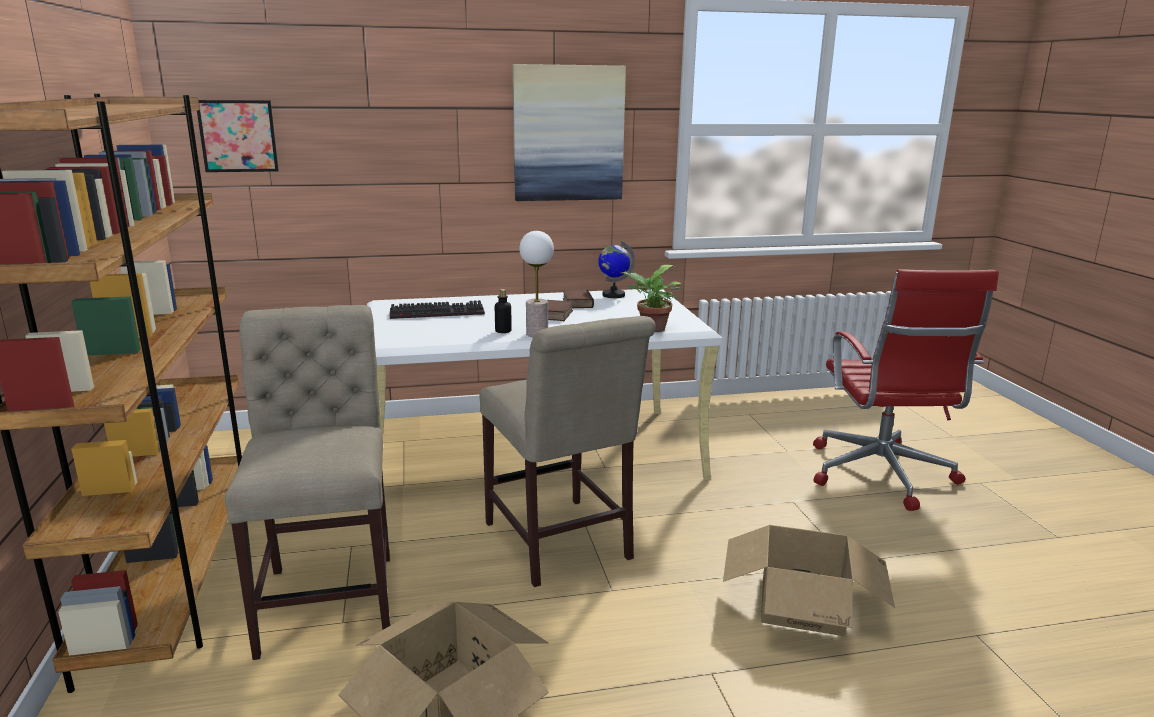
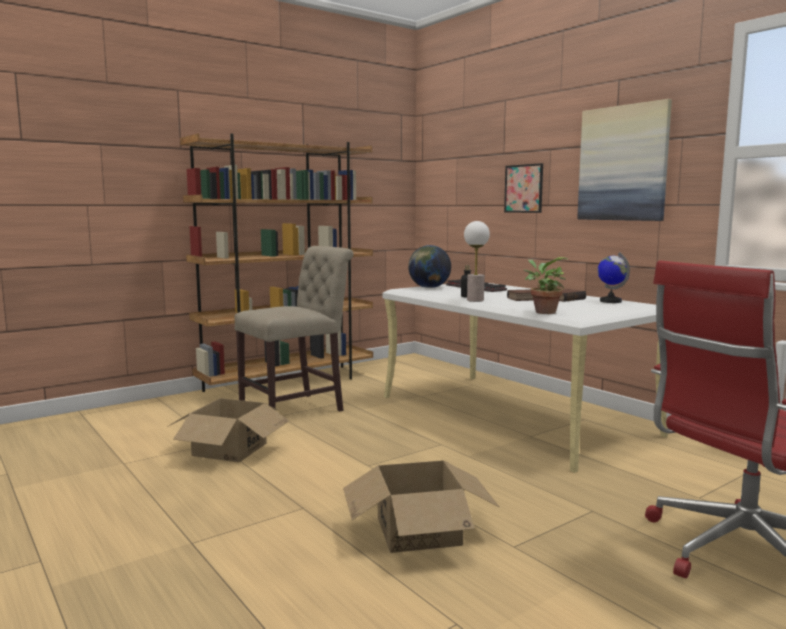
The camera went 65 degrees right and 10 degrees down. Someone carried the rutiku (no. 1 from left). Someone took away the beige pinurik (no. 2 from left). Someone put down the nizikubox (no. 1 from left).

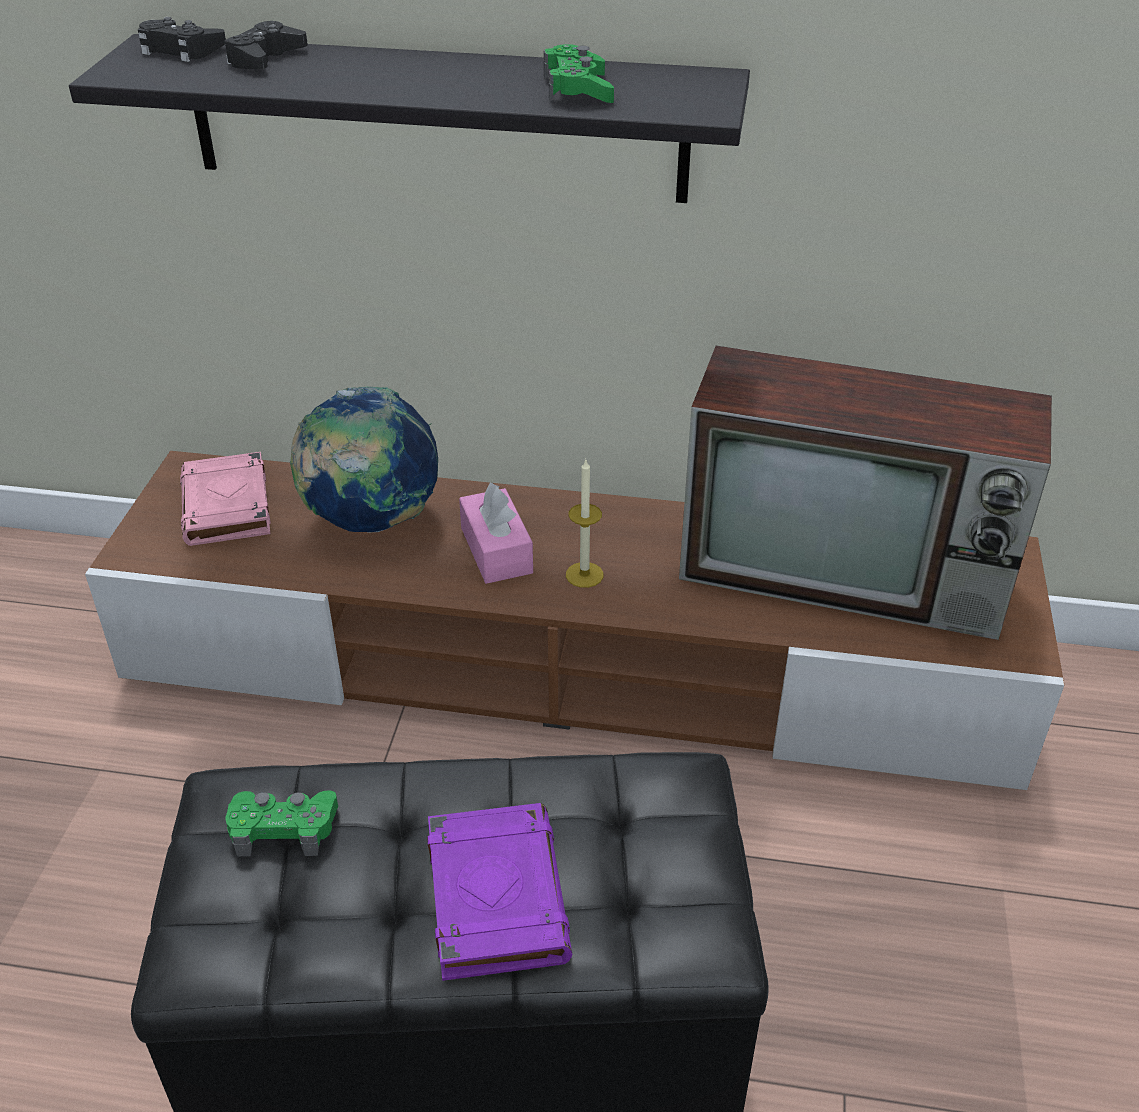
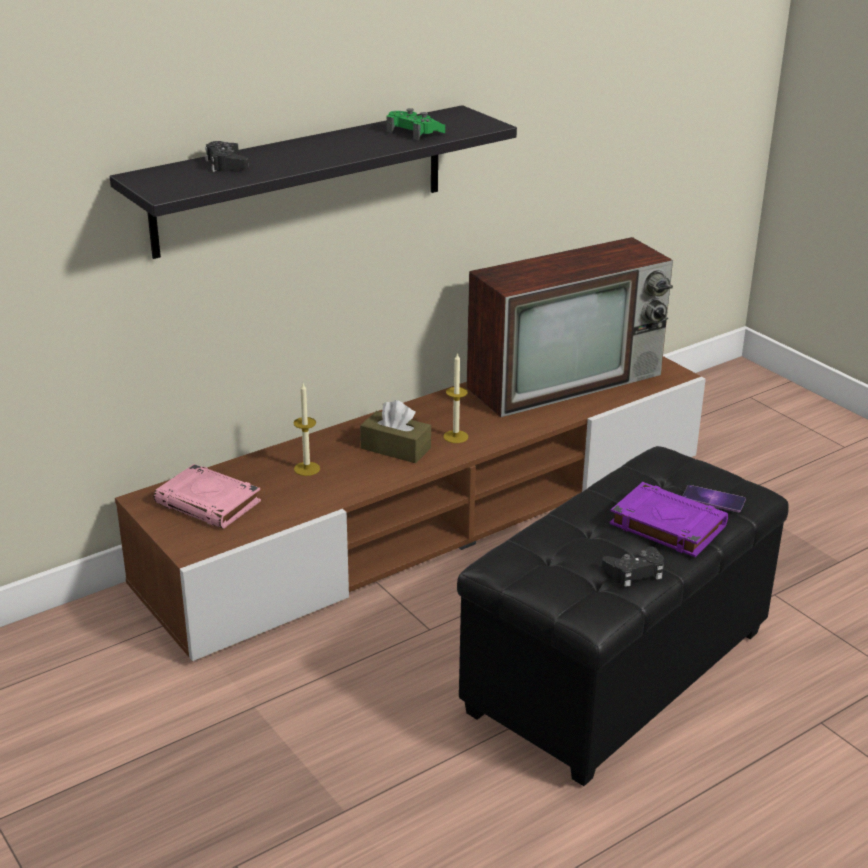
The camera went 45 degrees left and 10 degrees down. Someone carried the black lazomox (no. 1 from left in the first image). Someone took away the green lazomox (no. 1 from left). Someone swapped the nizikubox for the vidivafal (no. 1 from left). Someone repainted the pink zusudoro, which became the brown zusudoro. Someone put down the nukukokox.

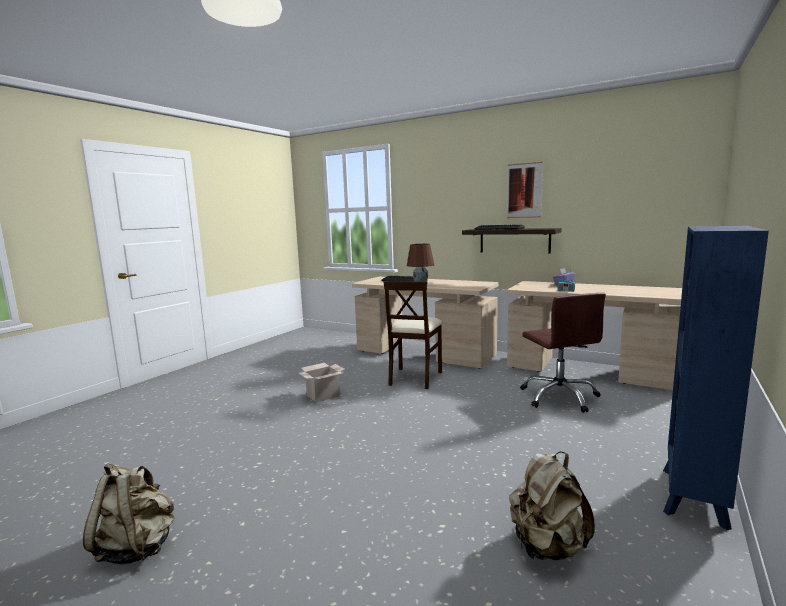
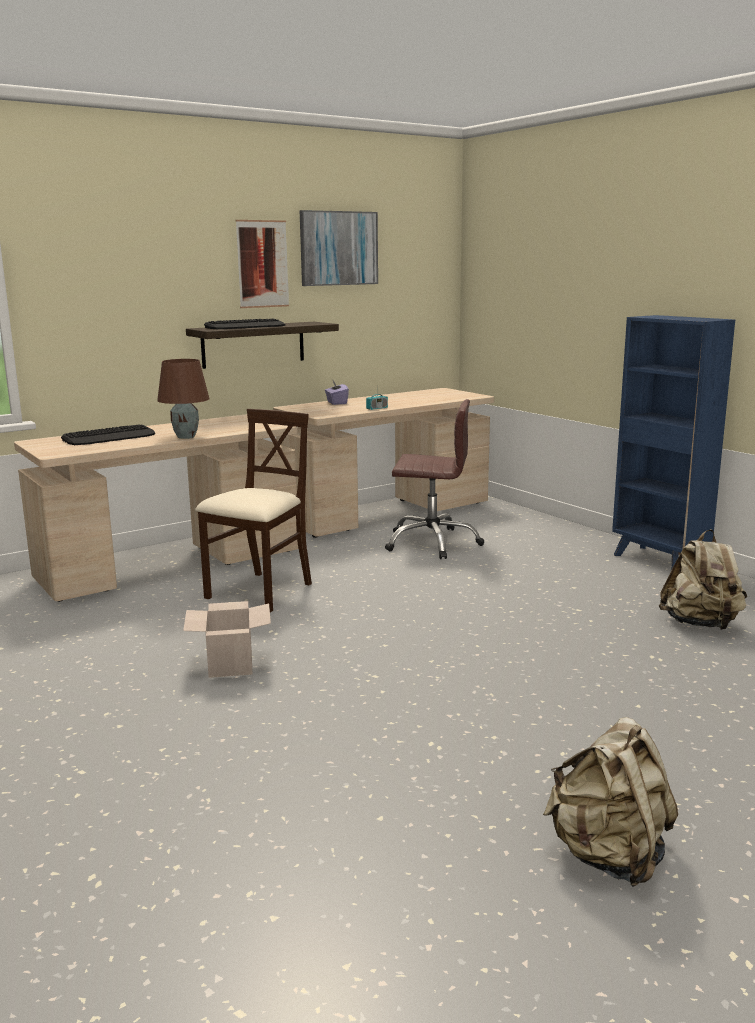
The camera went 65 degrees left and 5 degrees up. Someone rotated the beige pinurik by 105 degrees counterclockwise. Someone put up the rutiku (no. 2 from left).

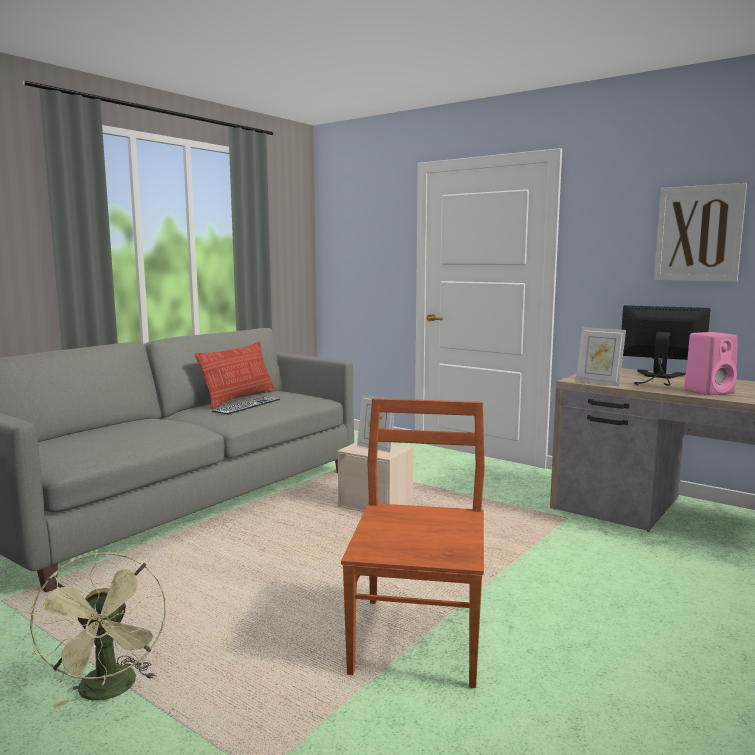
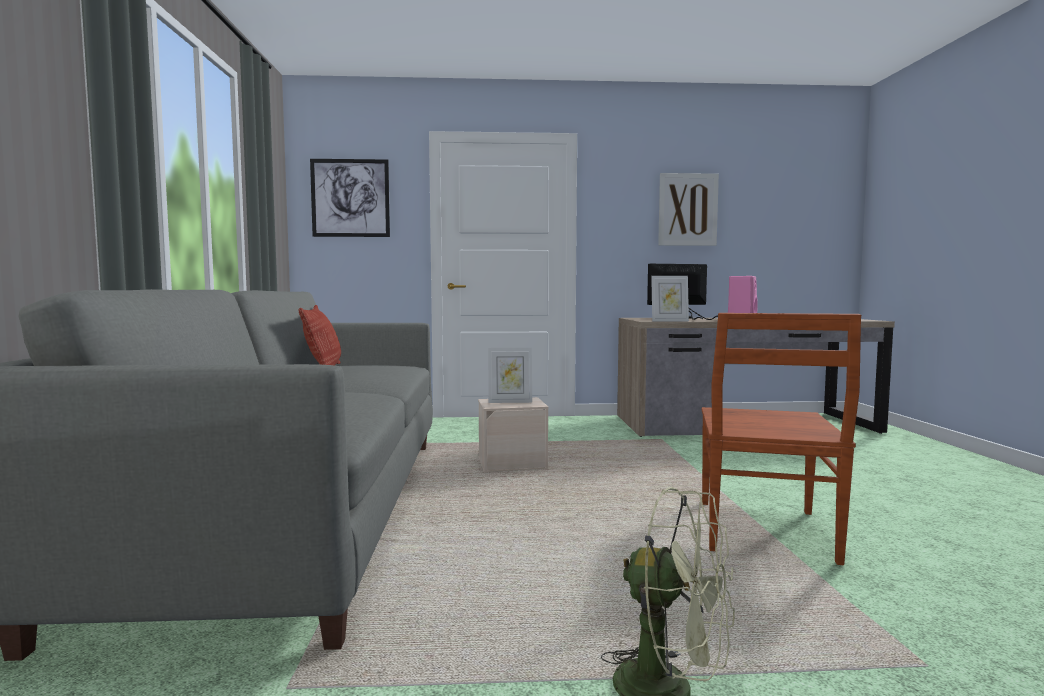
The camera went 40 degrees left and 5 degrees down. Someone took away the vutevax. Someone rotated the brown pinurik by 135 degrees counterclockwise. Someone put up the rutiku (no. 1 from left).

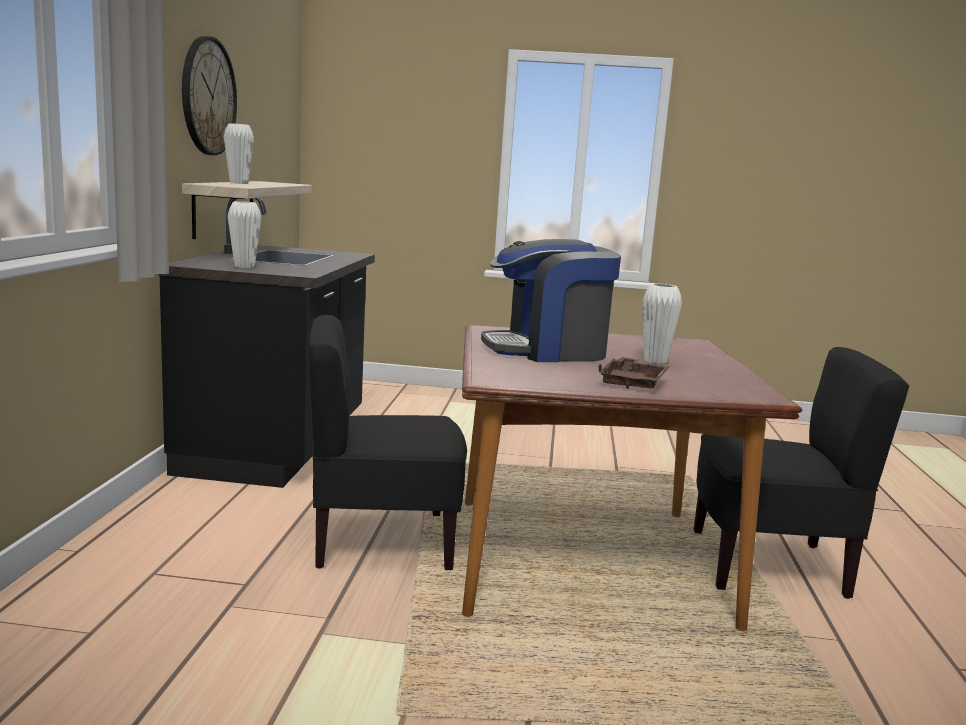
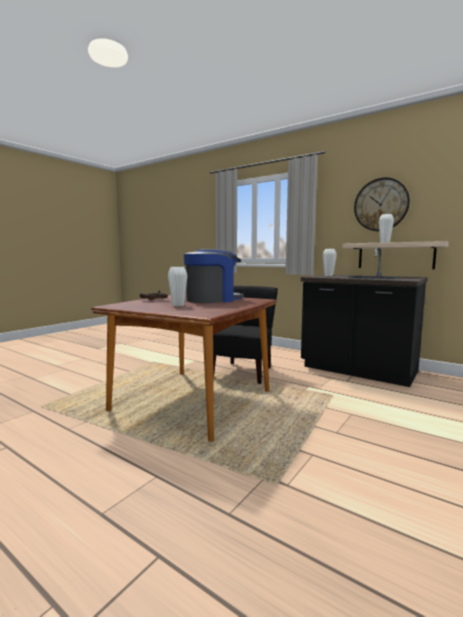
The camera went 120 degrees right and 5 degrees down. Someone rotated the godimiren by 45 degrees clockwise. Someone took away the black pinurik (no. 2 from left).

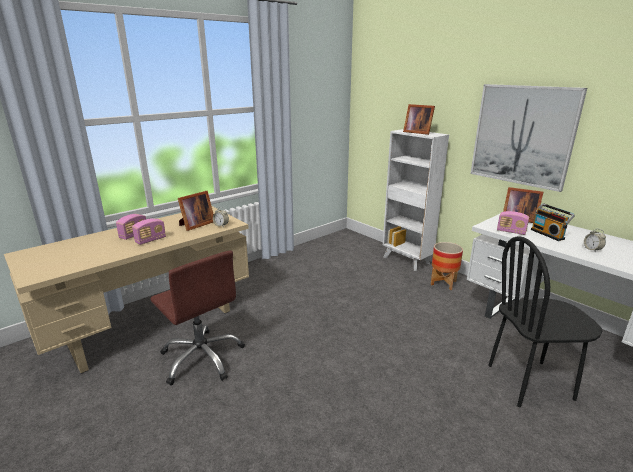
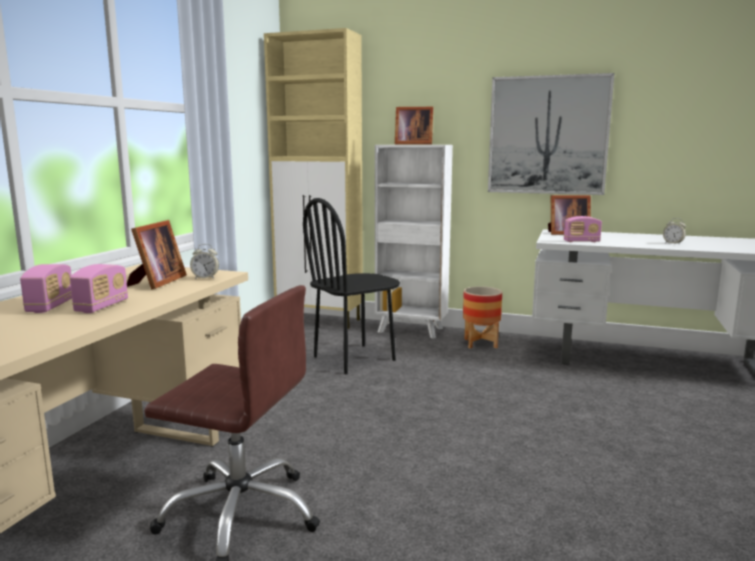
The camera went 30 degrees left and 10 degrees down. Someone carried the black pinurik. Someone took away the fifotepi (no. 4 from left). Someone put down the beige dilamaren.

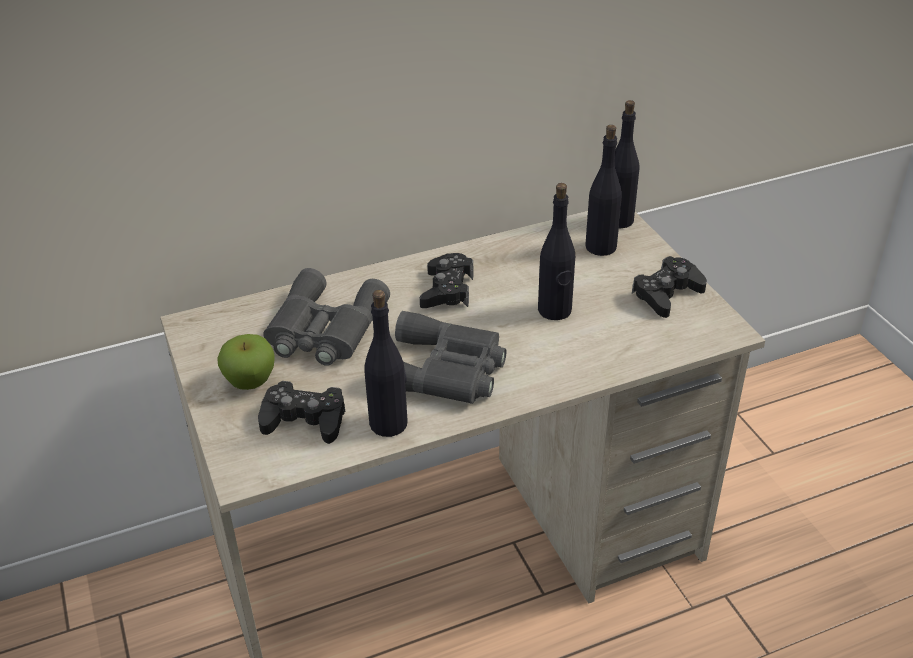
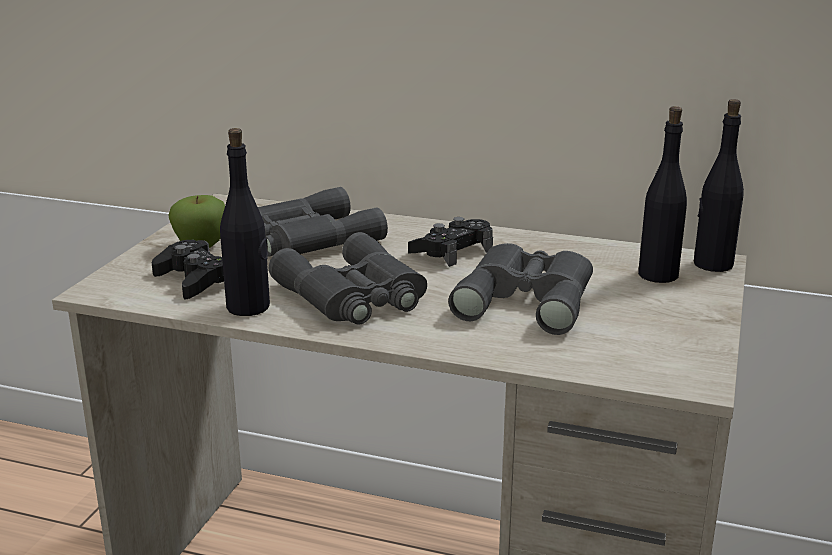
The camera went 40 degrees right and 15 degrees down. Someone swapped the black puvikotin (no. 2 from left) for the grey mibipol (no. 3 from left). Someone took away the black lazomox (no. 3 from left).

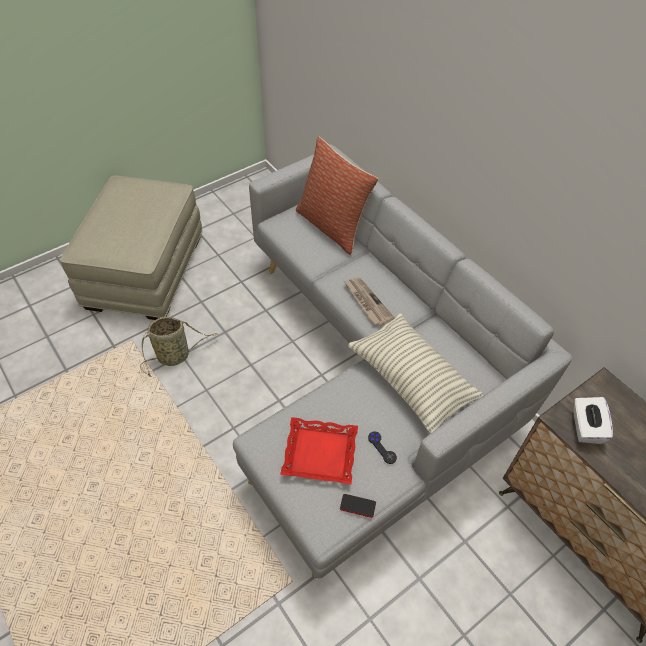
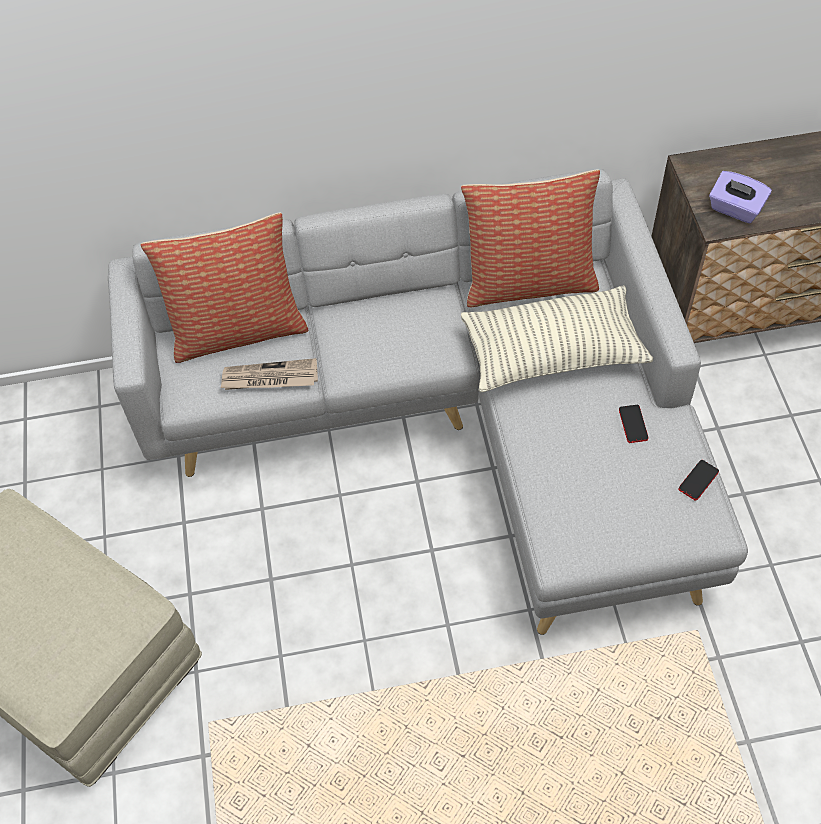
The camera went 60 degrees left and 5 degrees up. Someone took away the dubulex. Someone took away the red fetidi. Someone carried the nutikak. Someone swapped the black lazomox for the nukukokox (no. 1 from left). Someone repainted the white zusudoro, which became the purple zusudoro. Someone put down the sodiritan (no. 2 from left).

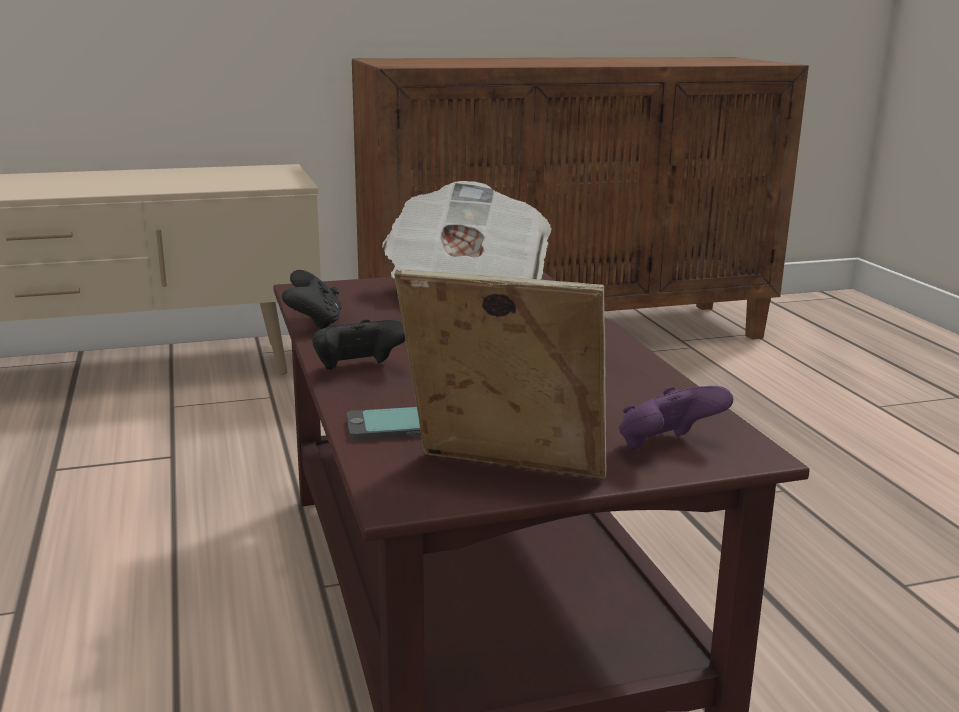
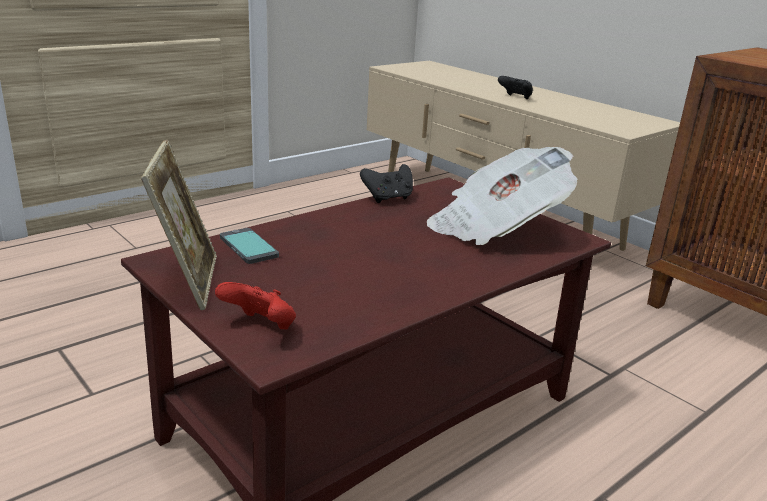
The camera went 65 degrees right and 5 degrees up. Someone carried the black lazomox (no. 2 from left). Someone repainted the purple lazomox, which became the red lazomox.

